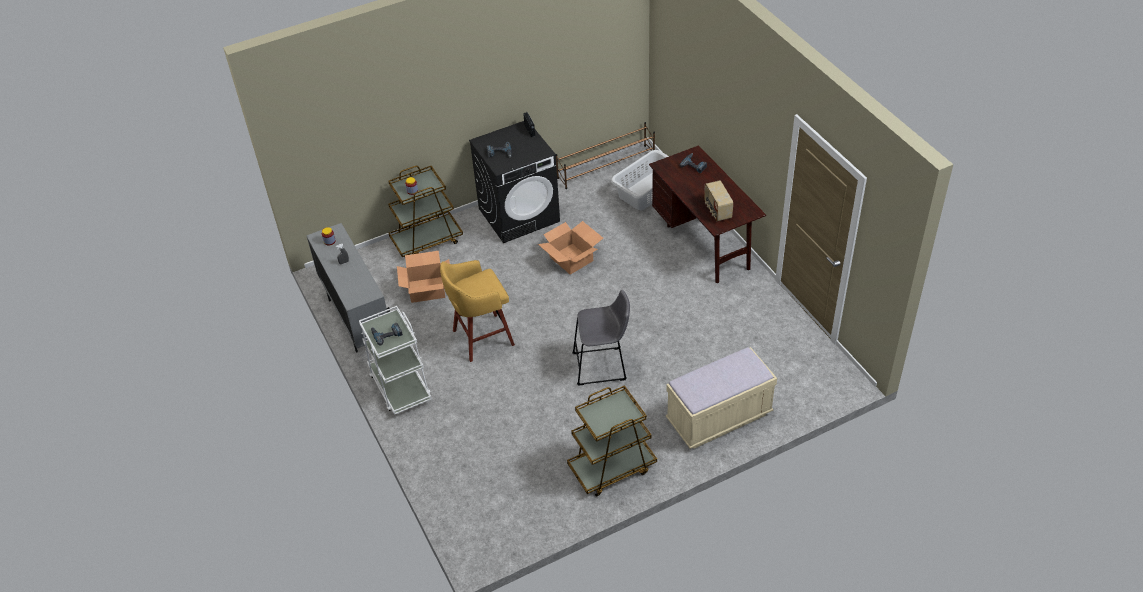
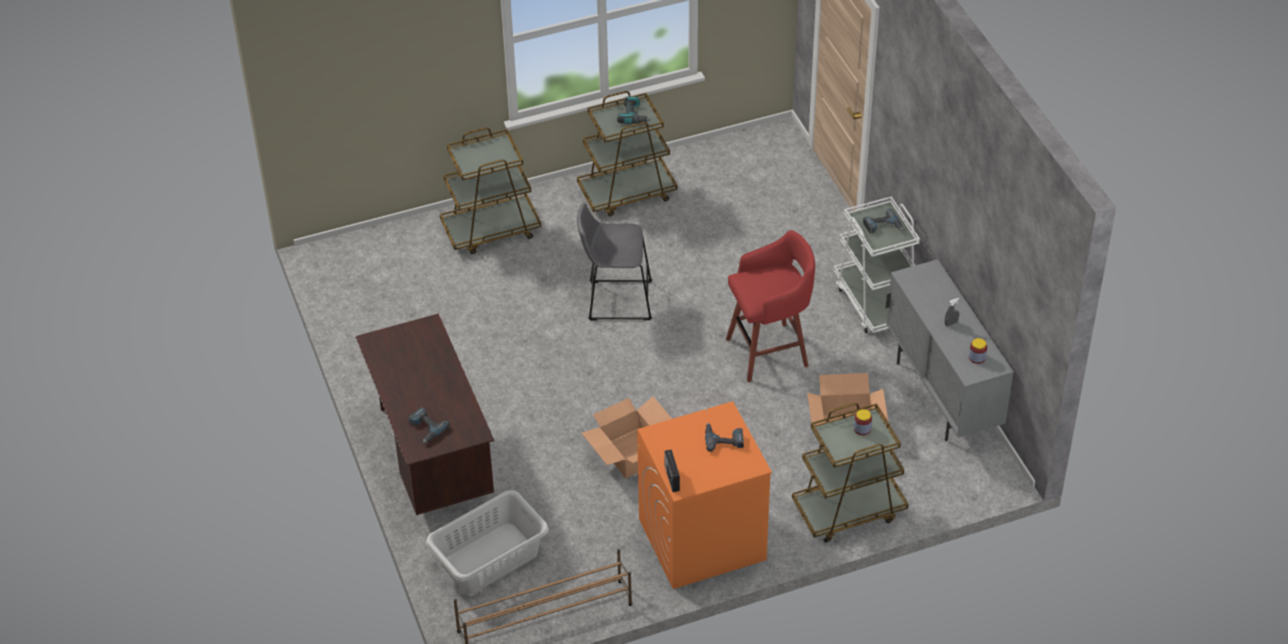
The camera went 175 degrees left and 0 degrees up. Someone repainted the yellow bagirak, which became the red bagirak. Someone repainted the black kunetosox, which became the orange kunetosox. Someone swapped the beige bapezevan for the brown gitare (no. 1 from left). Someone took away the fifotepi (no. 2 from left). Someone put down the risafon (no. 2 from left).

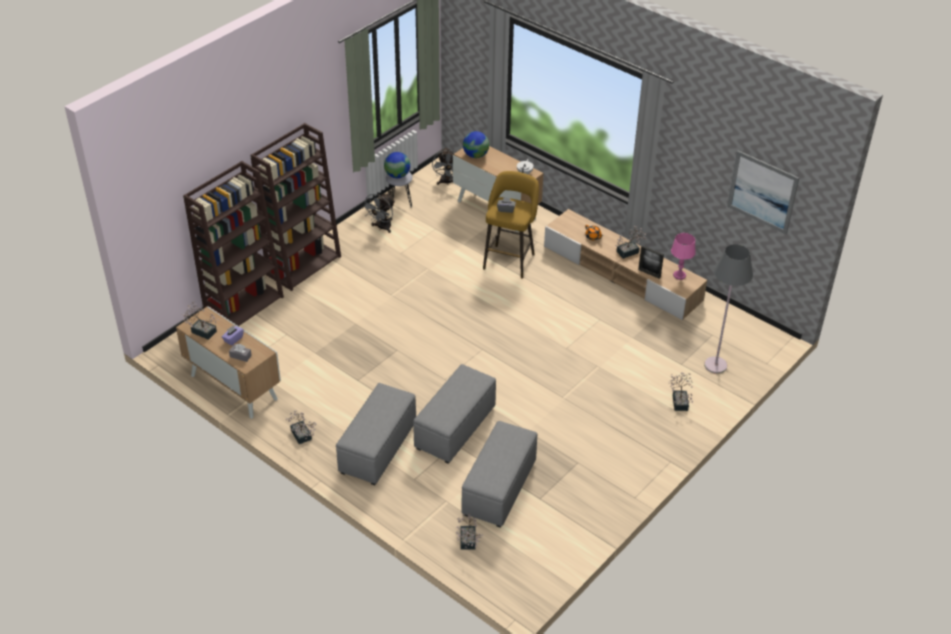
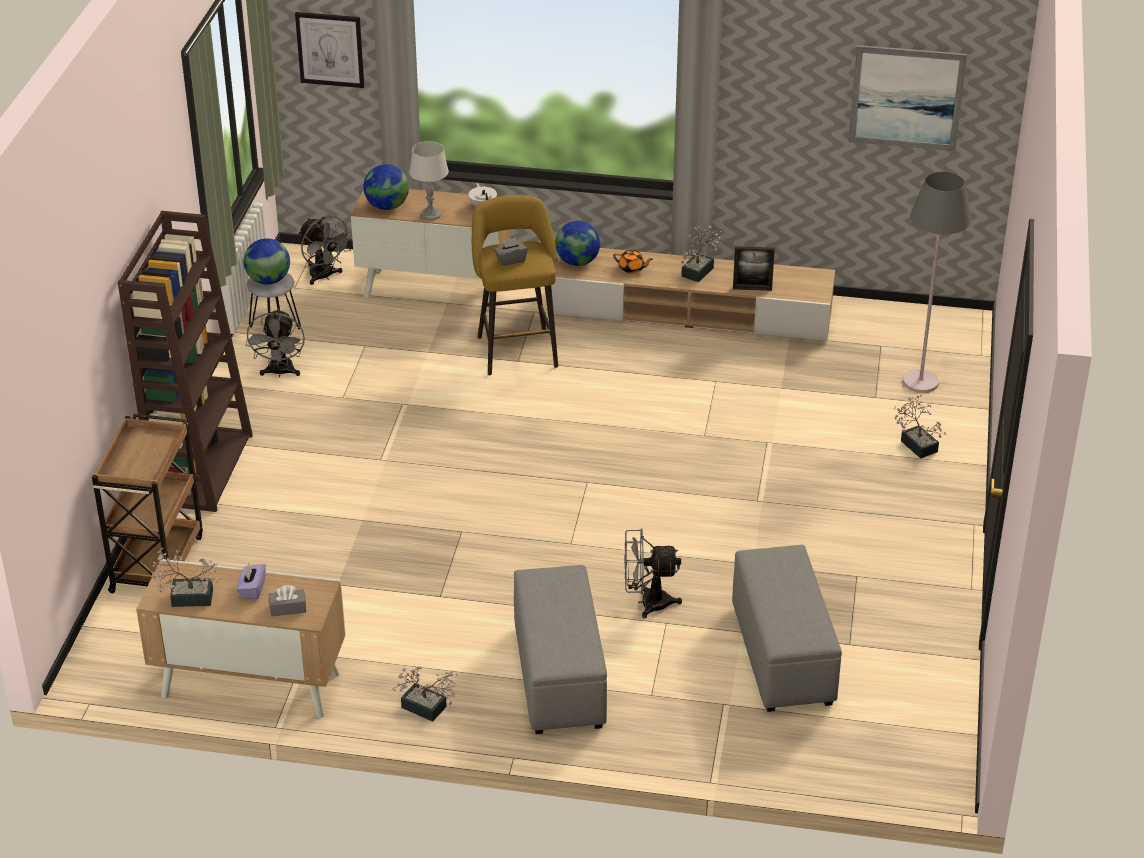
The camera went 30 degrees left and 5 degrees down. Someone swapped the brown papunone (no. 1 from left) for the brown gitare. Someone swapped the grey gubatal (no. 2 from left) for the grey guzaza (no. 3 from left). Someone took away the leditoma (no. 3 from left). Someone took away the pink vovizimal. Someone put up the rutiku (no. 1 from left). Someone put down the grey vovizimal. Someone put down the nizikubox (no. 3 from left).

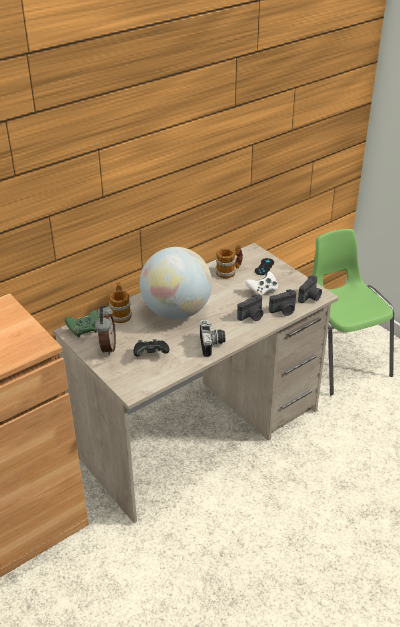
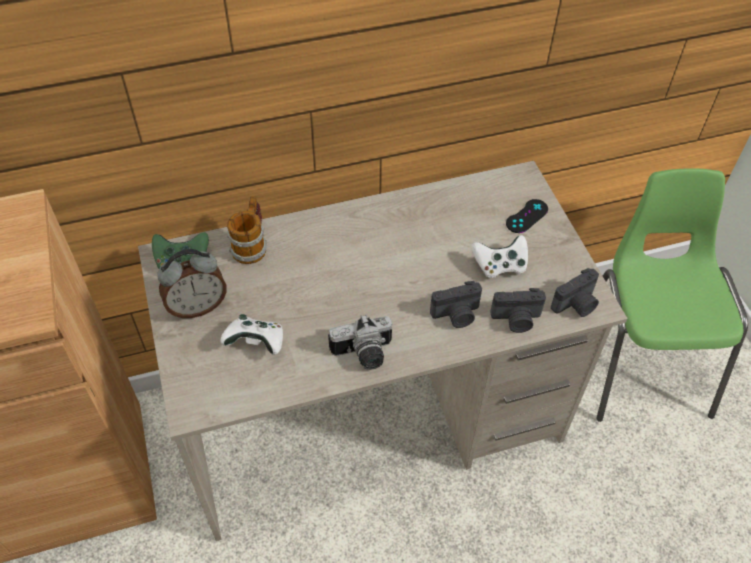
The camera went 20 degrees right and 15 degrees up. Someone rotated the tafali by 45 degrees clockwise. Someone repainted the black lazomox (no. 1 from left), which became the white lazomox (no. 1 from left). Someone took away the nizikubox. Someone rotated the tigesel (no. 1 from left) by 60 degrees clockwise. Someone took away the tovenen (no. 2 from left).

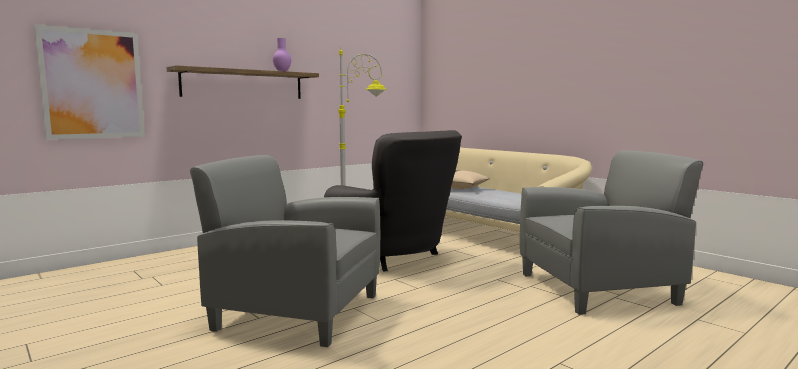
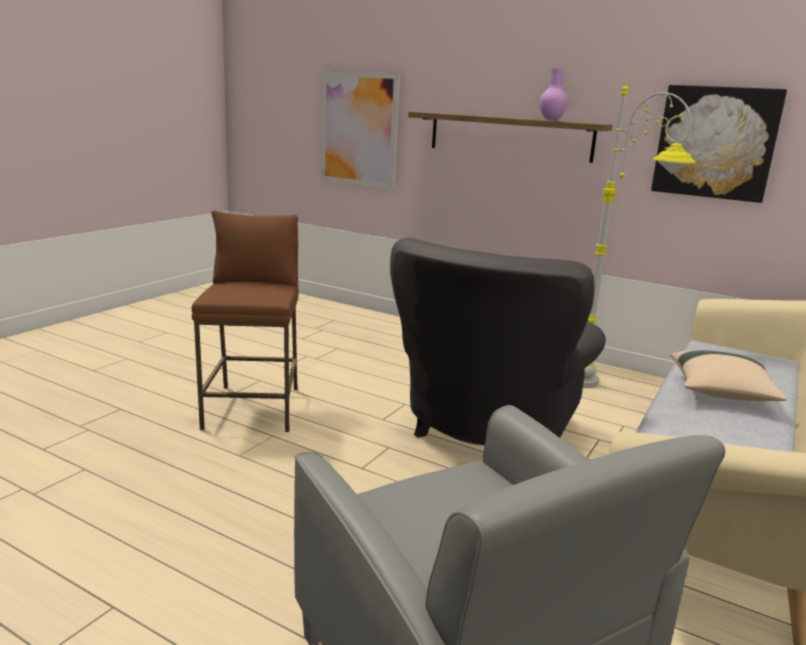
The camera went 70 degrees right and 10 degrees up. Someone swapped the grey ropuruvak (no. 1 from left) for the brown bagirak. Someone put up the rutiku (no. 2 from left).

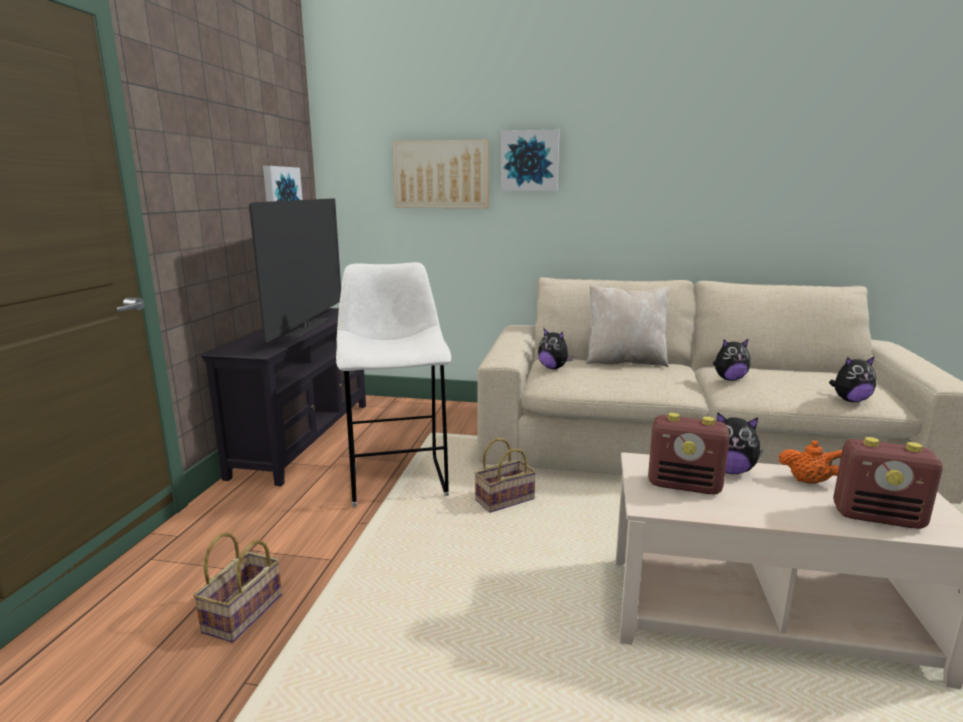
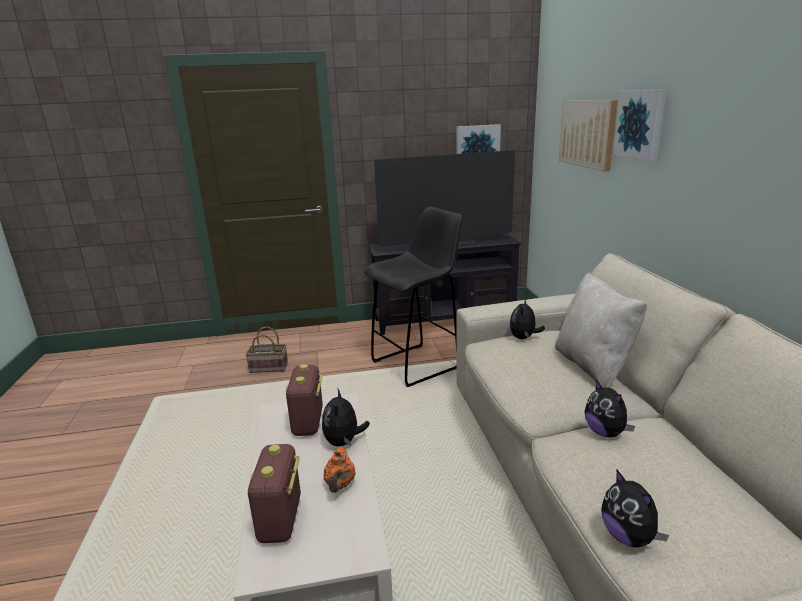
The camera went 70 degrees right and 5 degrees up. Someone repainted the white bagirak, which became the black bagirak. Someone took away the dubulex (no. 2 from left).

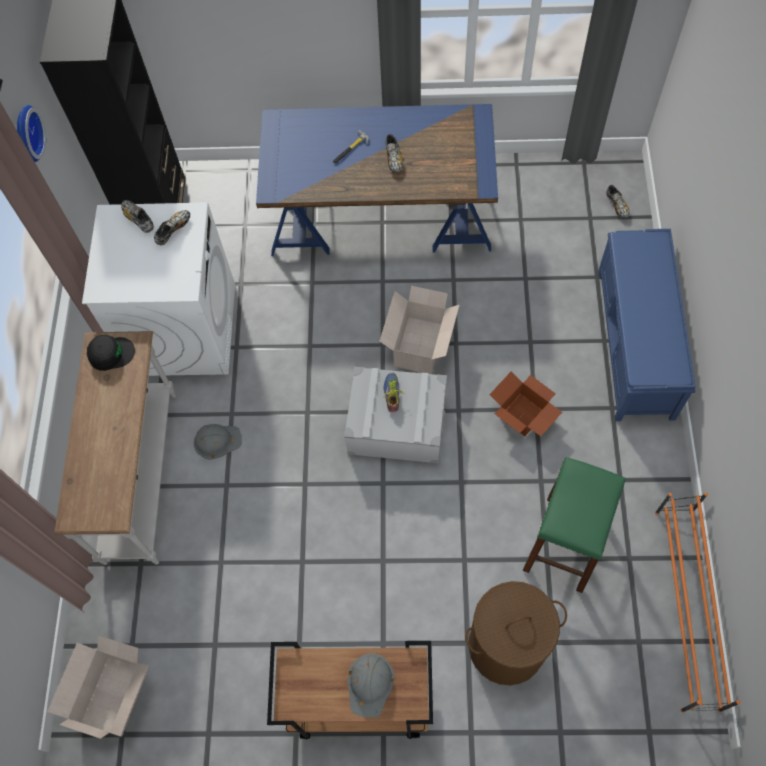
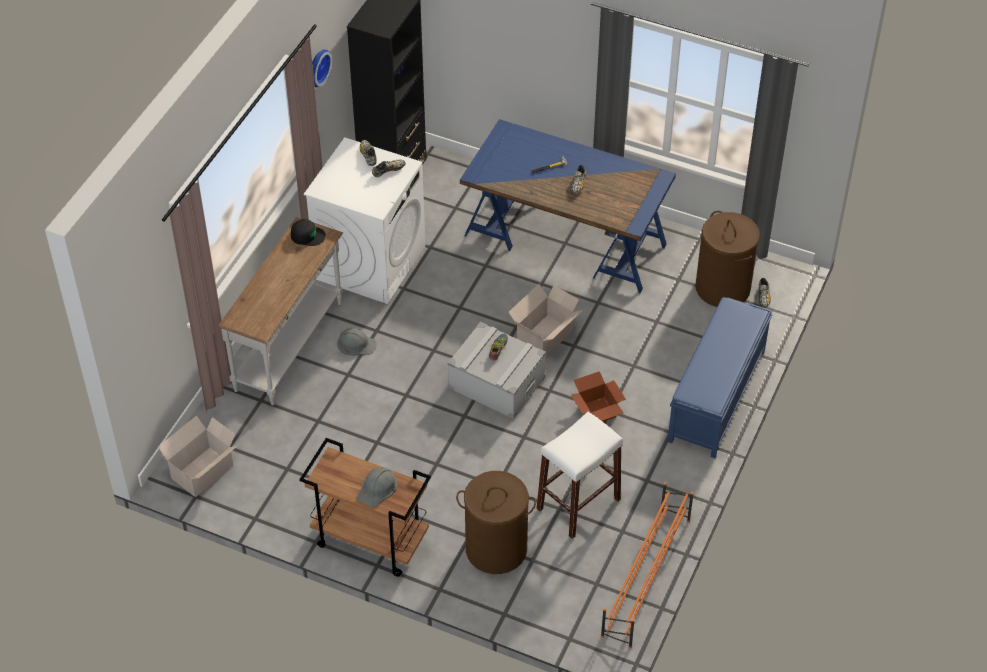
The camera went 20 degrees right and 15 degrees down. Someone repainted the green bagirak, which became the white bagirak. Someone put down the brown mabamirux (no. 2 from left).

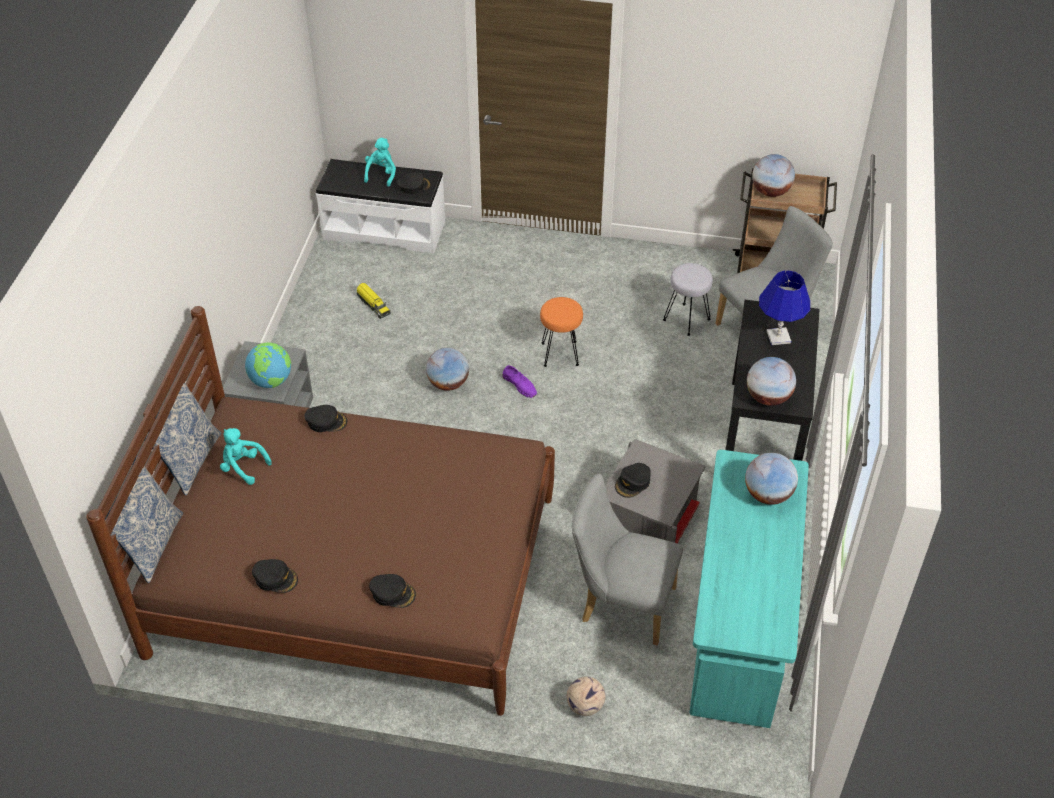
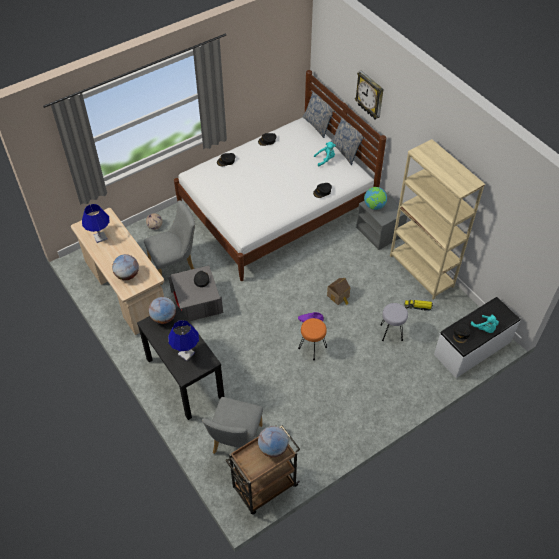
The camera went 135 degrees right and 5 degrees up. Someone repainted the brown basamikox, which became the white basamikox. Someone swapped the nizikubox (no. 2 from left) for the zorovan. Someone carried the grey bagirak. Someone repainted the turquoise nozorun, which became the beige nozorun. Someone put down the blue vovizimal (no. 1 from left). Someone put up the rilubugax. Someone put down the beige papunone.

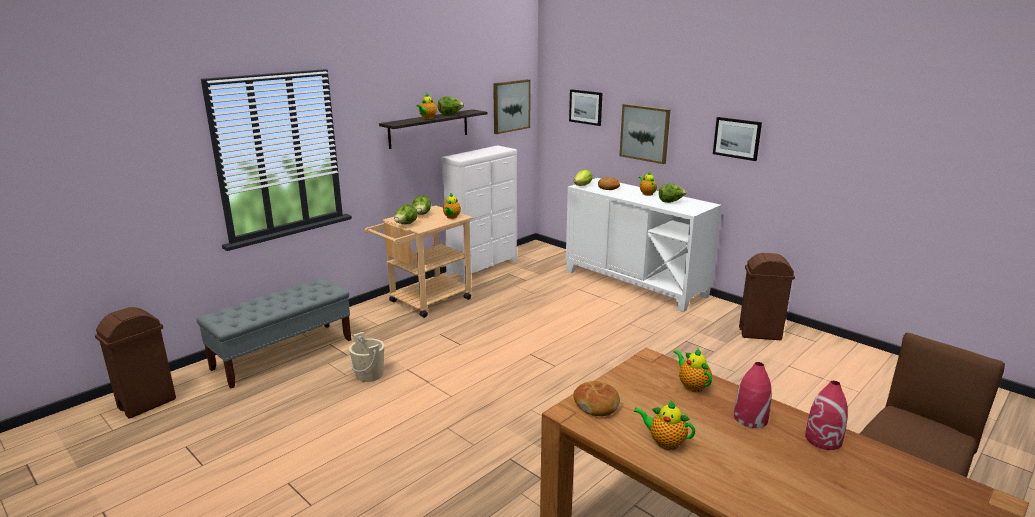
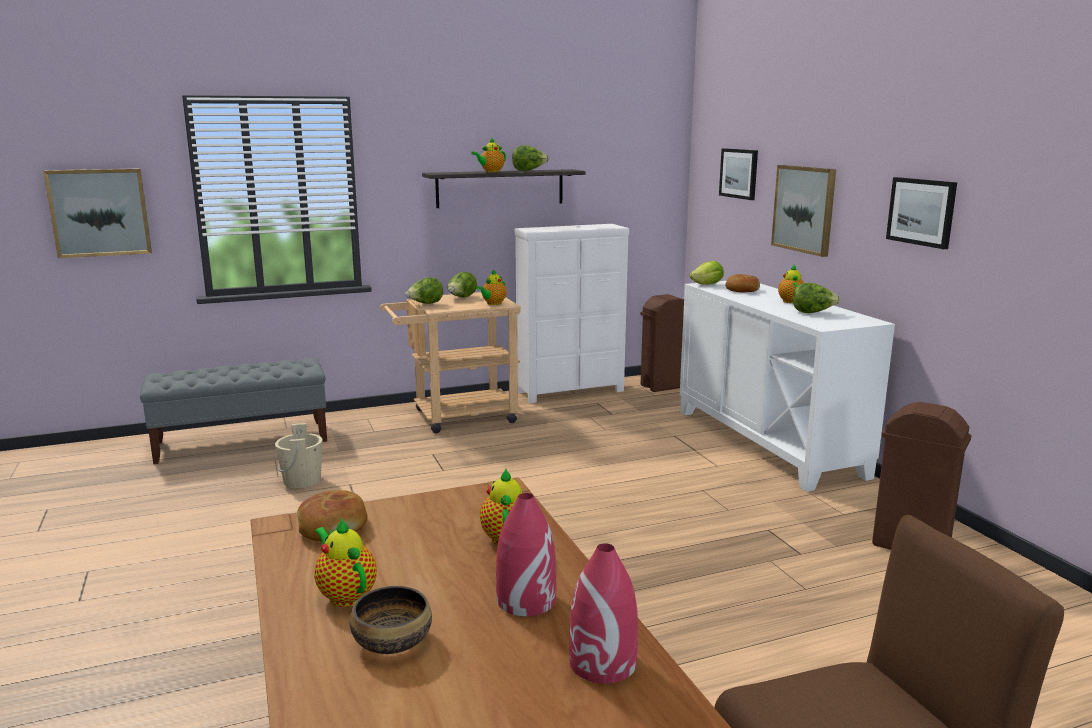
The camera went 25 degrees right and 5 degrees down. Someone carried the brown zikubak (no. 1 from left). Someone carried the rutiku (no. 1 from left). Someone put down the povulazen.

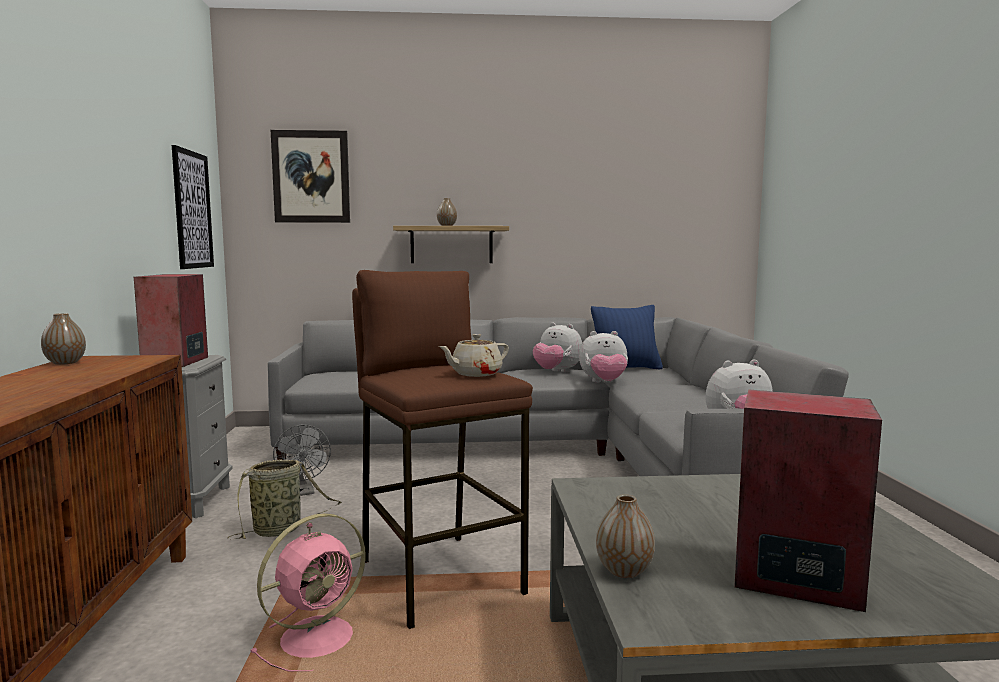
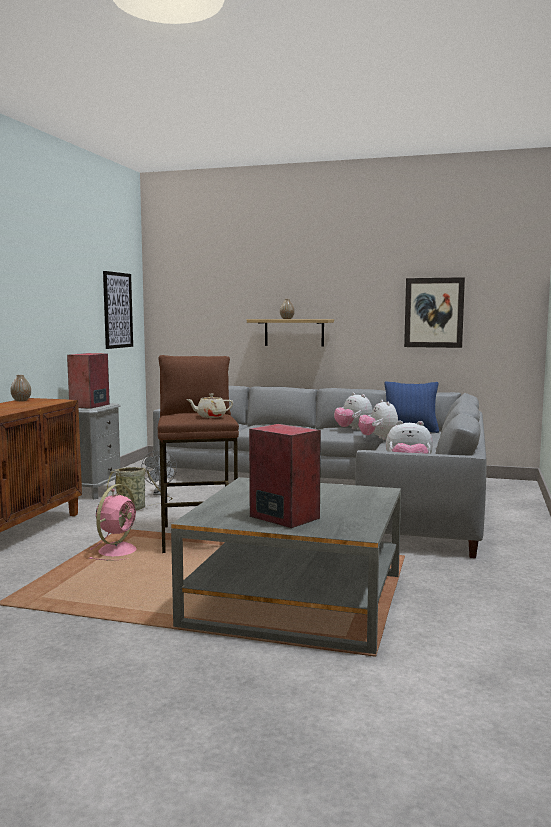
The camera went 20 degrees right and 0 degrees up. Someone rotated the pink guzaza by 45 degrees counterclockwise. Someone carried the rutiku (no. 2 from left). Someone rotated the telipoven (no. 2 from left) by 60 degrees clockwise. Someone took away the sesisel (no. 3 from left).

